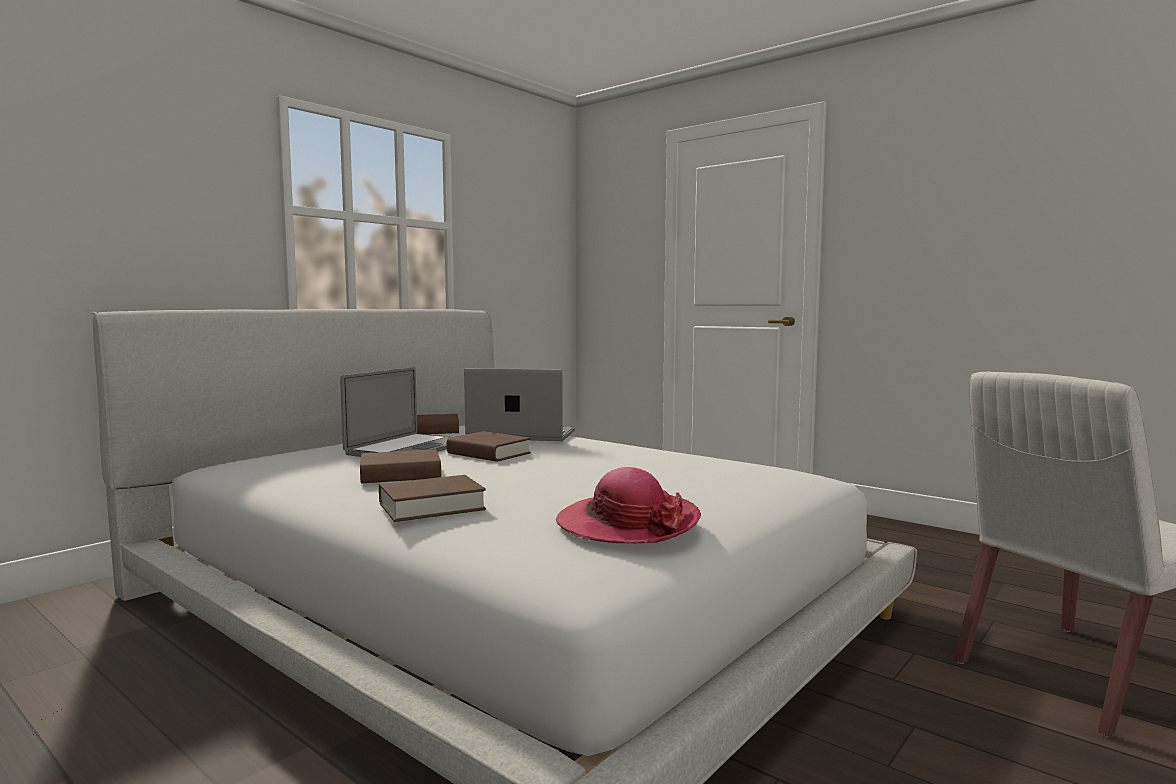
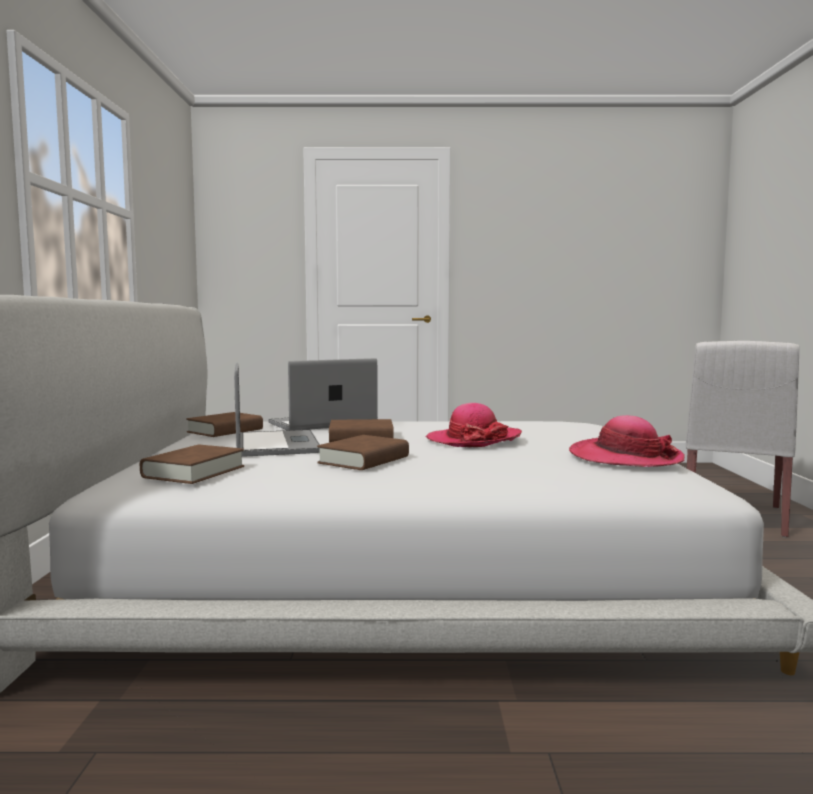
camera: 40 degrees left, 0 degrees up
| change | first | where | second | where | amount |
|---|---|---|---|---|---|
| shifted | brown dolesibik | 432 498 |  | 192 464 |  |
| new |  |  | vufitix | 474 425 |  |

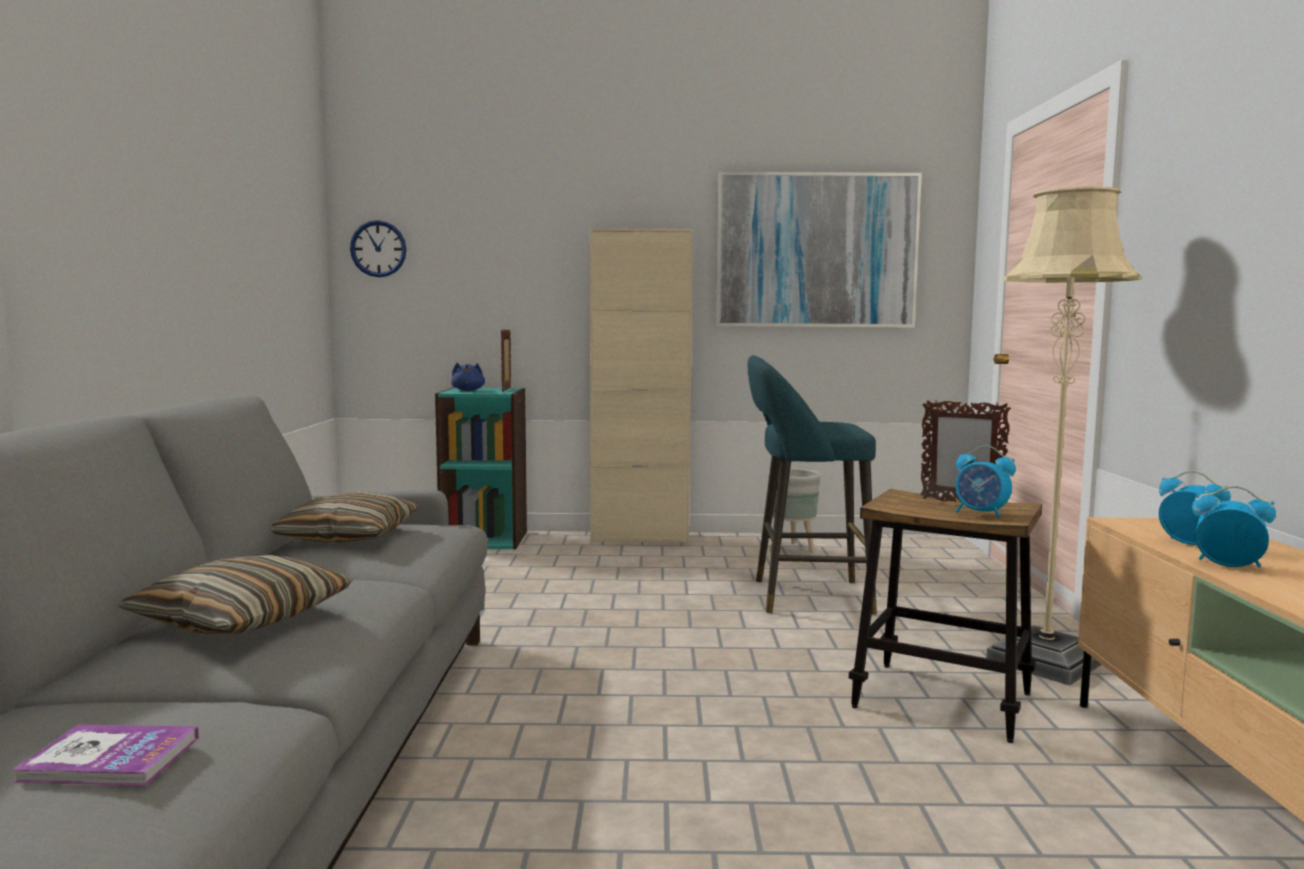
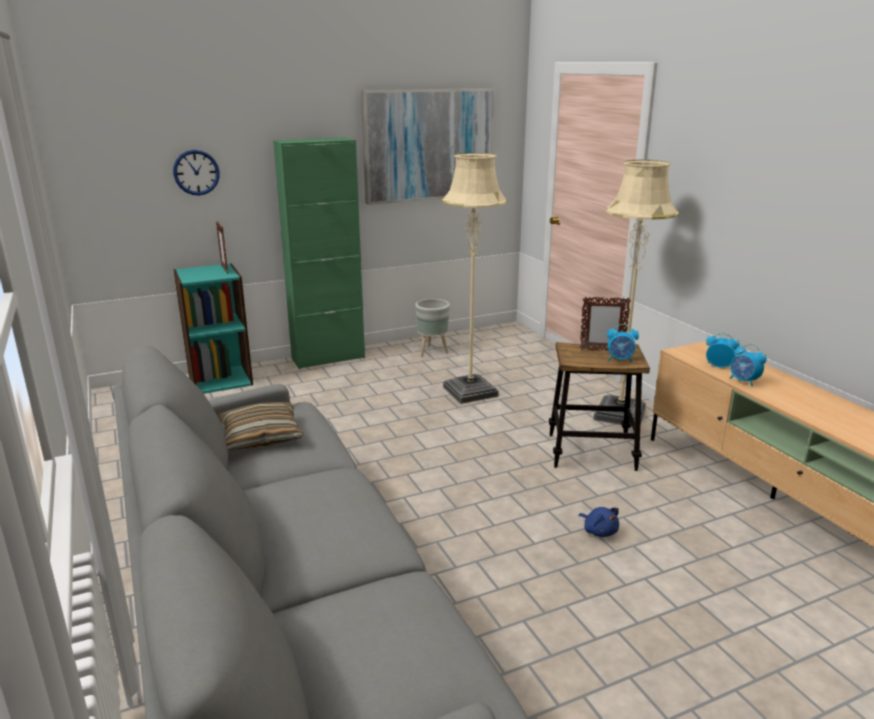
camera: 25 degrees left, 15 degrees up
| change | first | where | second | where | amount |
|---|---|---|---|---|---|
| shifted | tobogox | 378 248 |  | 196 172 |  |
| repainted | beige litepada | 641 386 | green litepada | 319 253 |  |
| swapped | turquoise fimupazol | 812 485 | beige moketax | 474 278 |  |
| shifted | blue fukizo | 468 377 |  | 599 522 |  |
| rotated | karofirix | 1234 526 |  | 748 365 | 135 degrees counterclockwise |
| gone | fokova | 235 594 |  |  |  |
| gone | dolesibik | 105 755 |  |  |  |

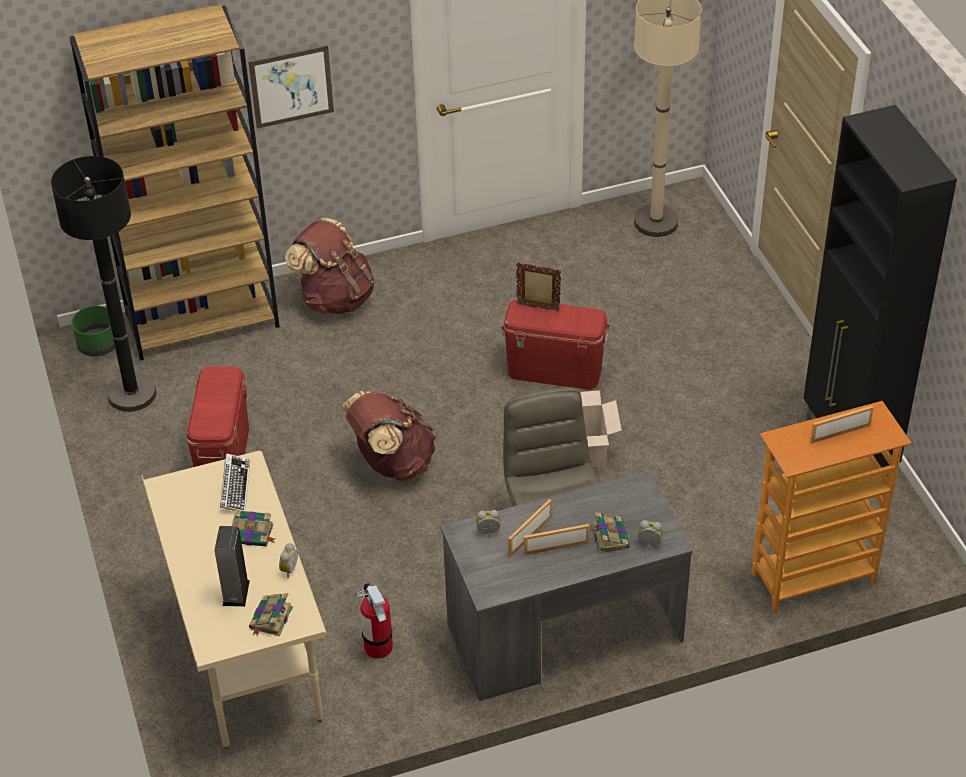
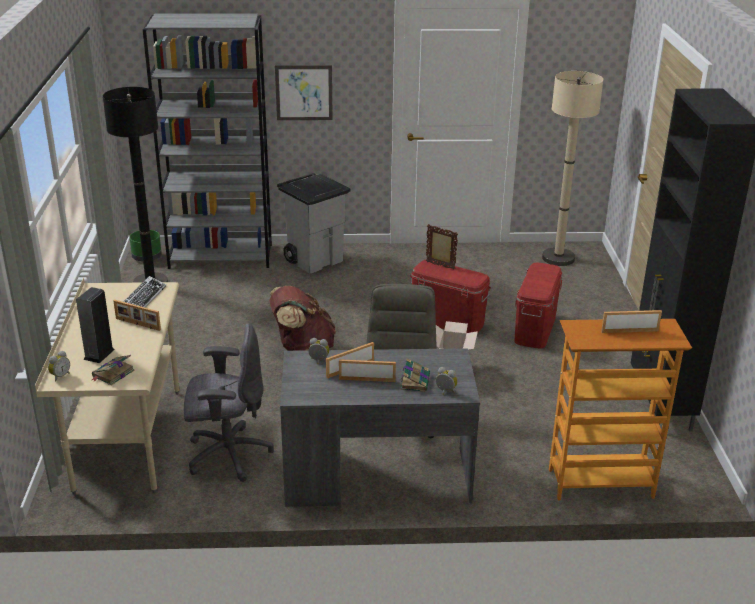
camera: 15 degrees right, 15 degrees down
| change | first | where | second | where | amount |
|---|---|---|---|---|---|
| repainted | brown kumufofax | 175 182 | grey kumufofax | 207 141 |  |
| swapped | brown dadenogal | 329 266 | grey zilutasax | 314 223 |  |
| shifted | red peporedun | 217 416 |  | 538 305 |  |
| swapped | dolesibik | 253 528 | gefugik | 137 315 |  |
| shifted | karofirix | 288 560 |  | 59 366 |  |
| swapped | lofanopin | 374 621 | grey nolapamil | 229 402 |  |

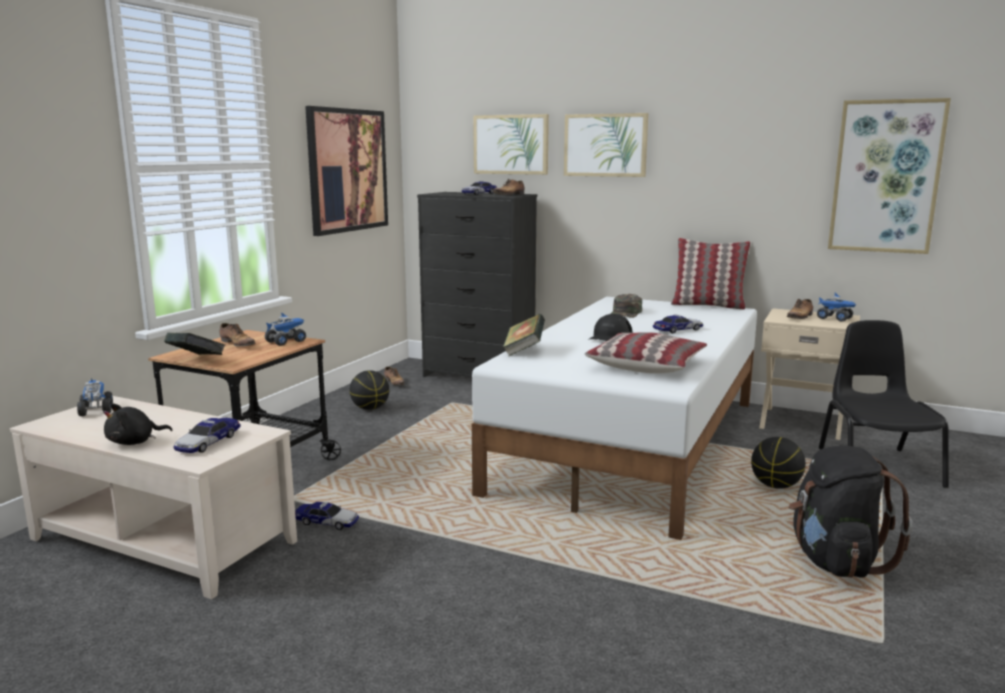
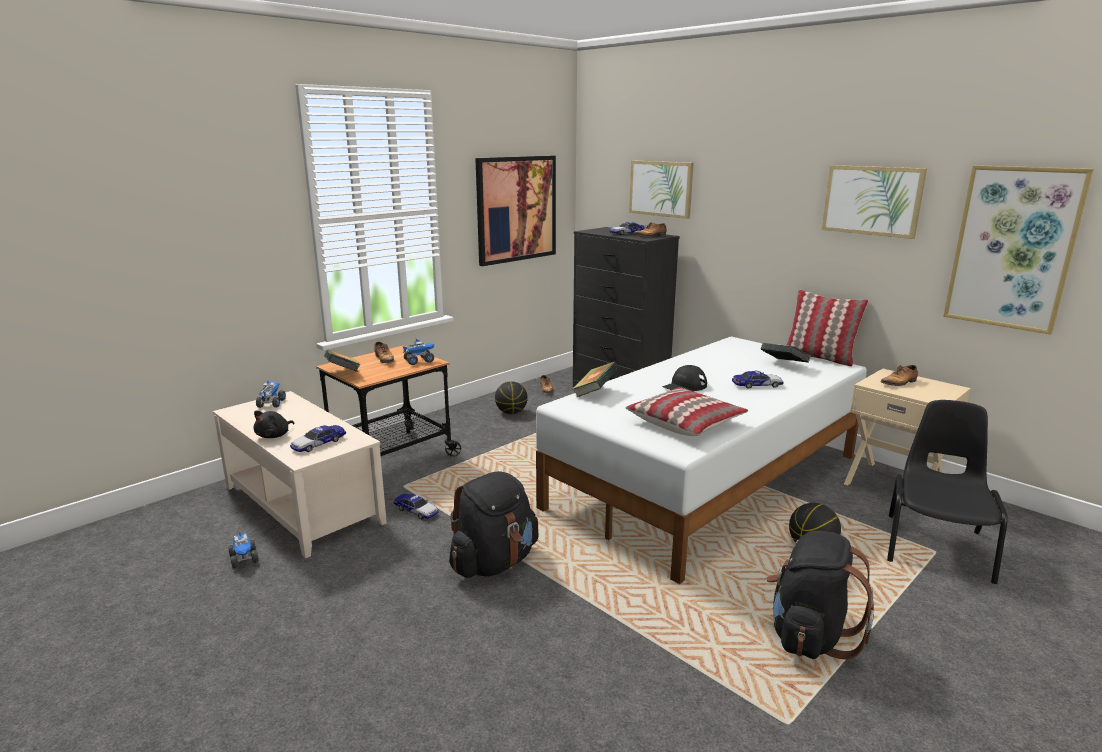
camera: 20 degrees right, 5 degrees up
| change | first | where | second | where | amount |
|---|---|---|---|---|---|
| shifted | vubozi | 606 145 |  | 874 202 |  |
| shifted | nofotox | 836 307 |  | 243 550 |  |
| gone | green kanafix | 626 306 |  |  |  |
| rotated | black fukizo | 137 424 |  | 274 424 | 45 degrees counterclockwise |
| new |  |  | dolesibik | 786 353 |  |
| new |  |  | black dadenogal | 493 524 |  |

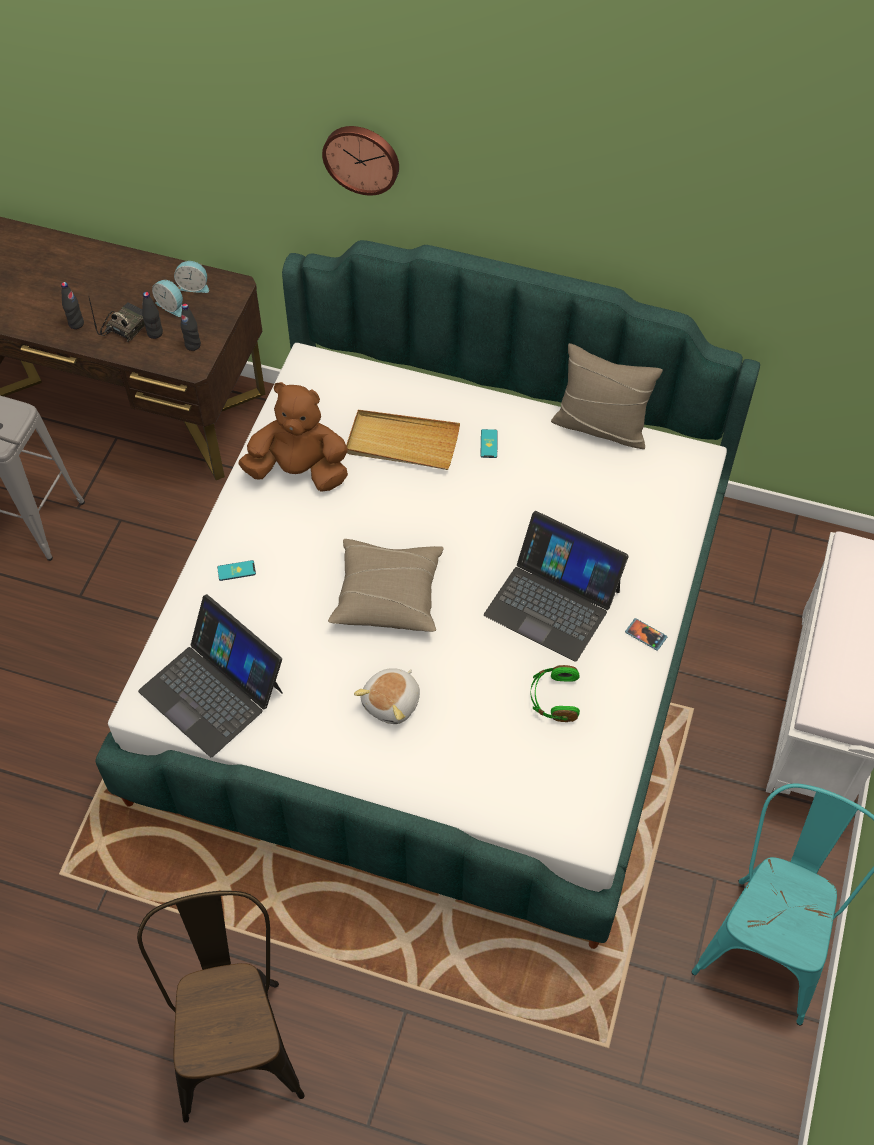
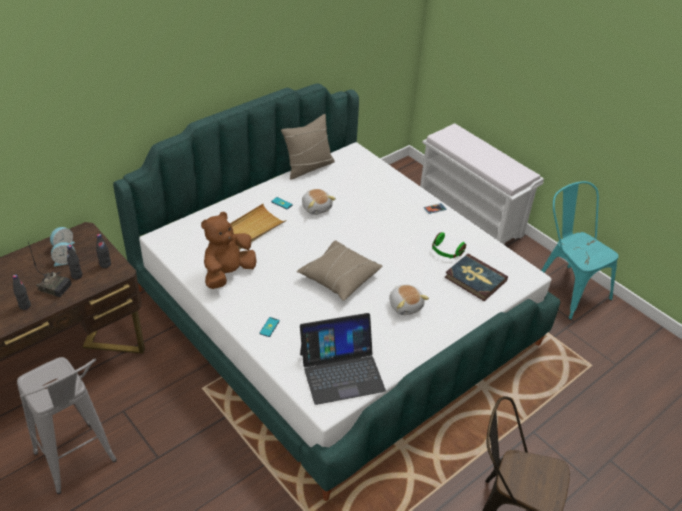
camera: 60 degrees left, 15 degrees down
| change | first | where | second | where | amount |
|---|---|---|---|---|---|
| gone | tobogox | 360 160 |  |  |  |
| rotated | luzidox | 117 320 |  | 50 269 | 135 degrees clockwise |
| gone | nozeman | 556 586 |  |  |  |
| new |  |  | fukizo | 319 202 |  |
| new |  |  | dolesibik | 476 277 |  |

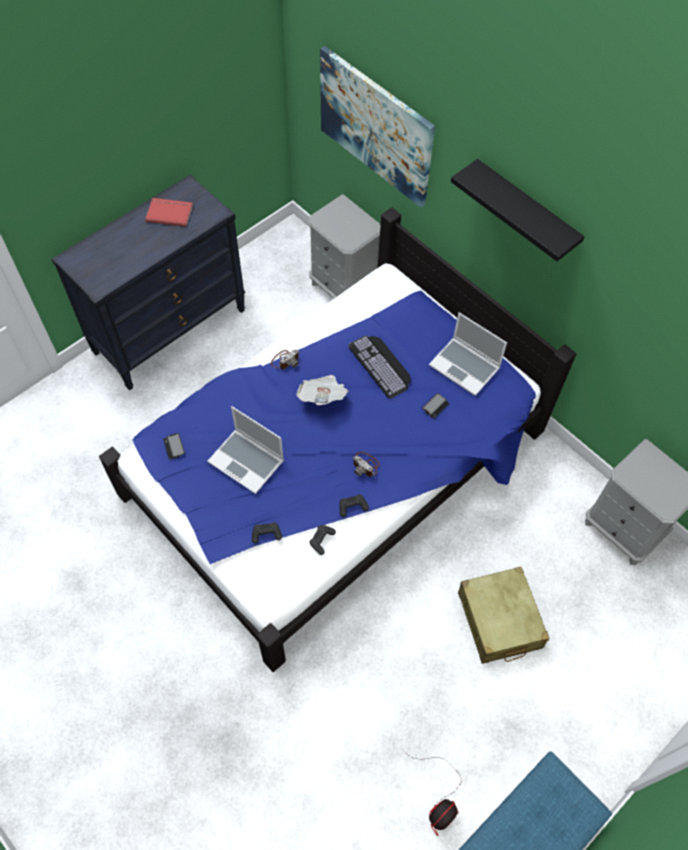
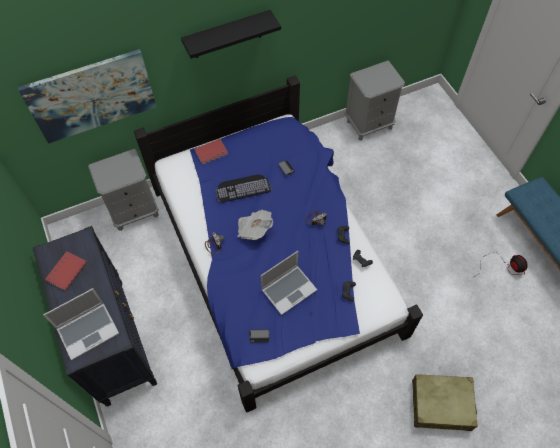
camera: 70 degrees left, 0 degrees up
| change | first | where | second | where | amount |
|---|---|---|---|---|---|
| shifted | nozeman | 468 354 |  | 81 324 |  |
| shifted | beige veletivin | 503 615 |  | 445 402 |  |
| new |  |  | red dolesibik | 211 152 |  |

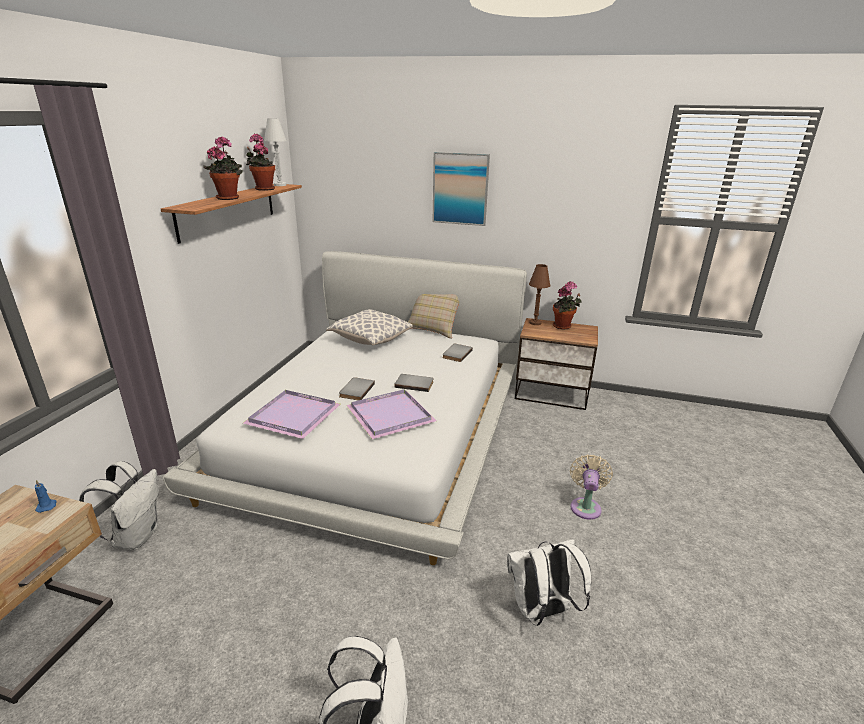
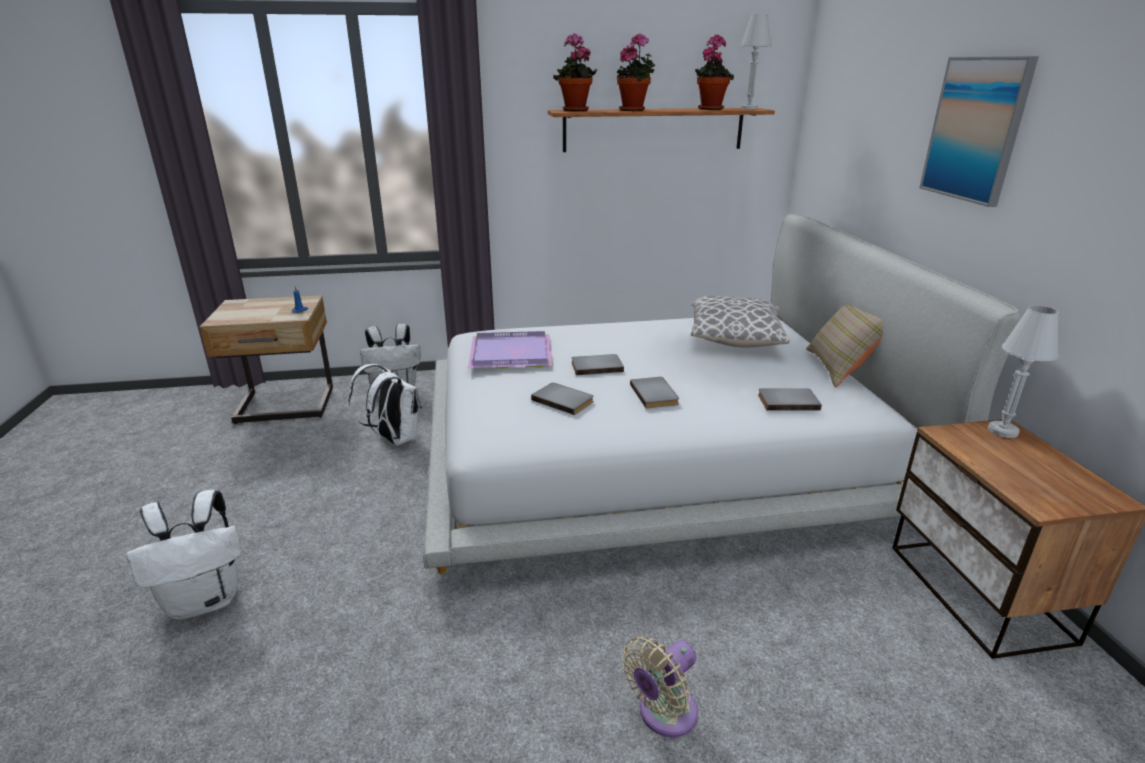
camera: 65 degrees right, 0 degrees up
| change | first | where | second | where | amount |
|---|---|---|---|---|---|
| repainted | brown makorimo | 539 294 | white makorimo | 1023 372 |  |
| shifted | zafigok | 567 305 |  | 575 72 |  |
| swapped | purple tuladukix | 391 414 | grey dolesibik | 562 399 |  |
| rotated | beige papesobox | 591 487 |  | 660 686 | 150 degrees clockwise |
| shifted | white dadenogal | 549 582 |  | 385 405 |  |

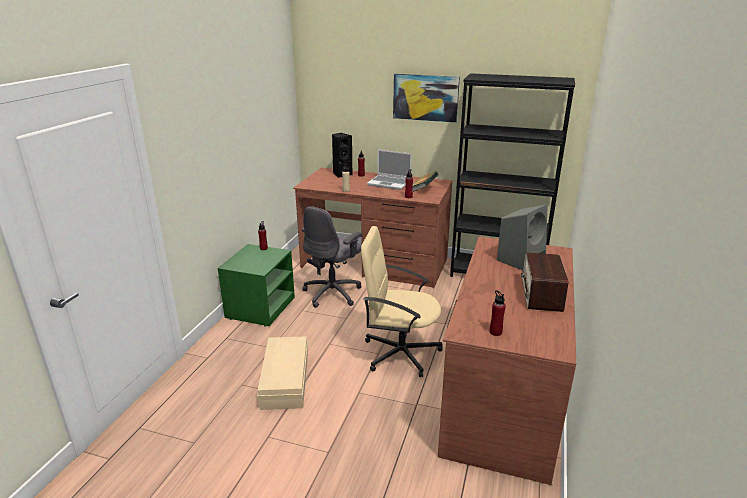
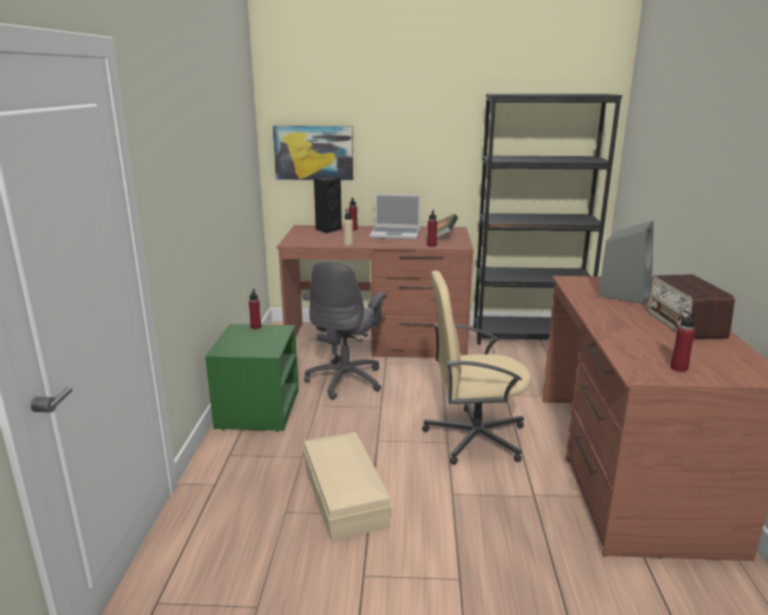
camera: 15 degrees left, 5 degrees down
| change | first | where | second | where | amount |
|---|---|---|---|---|---|
| shifted | vubozi | 426 98 |  | 313 153 |  |

